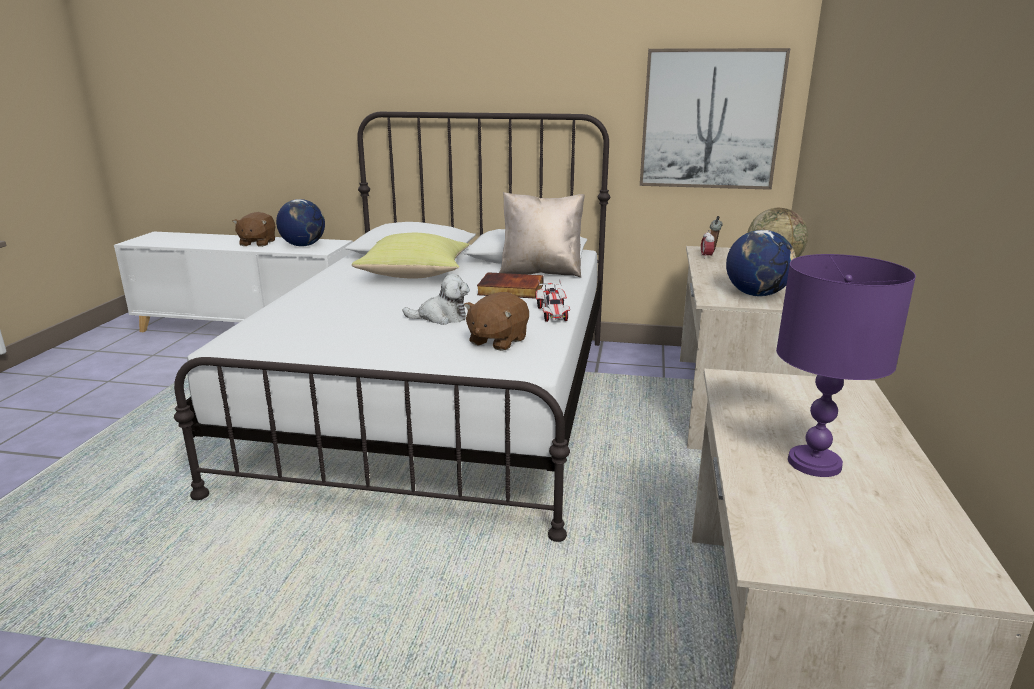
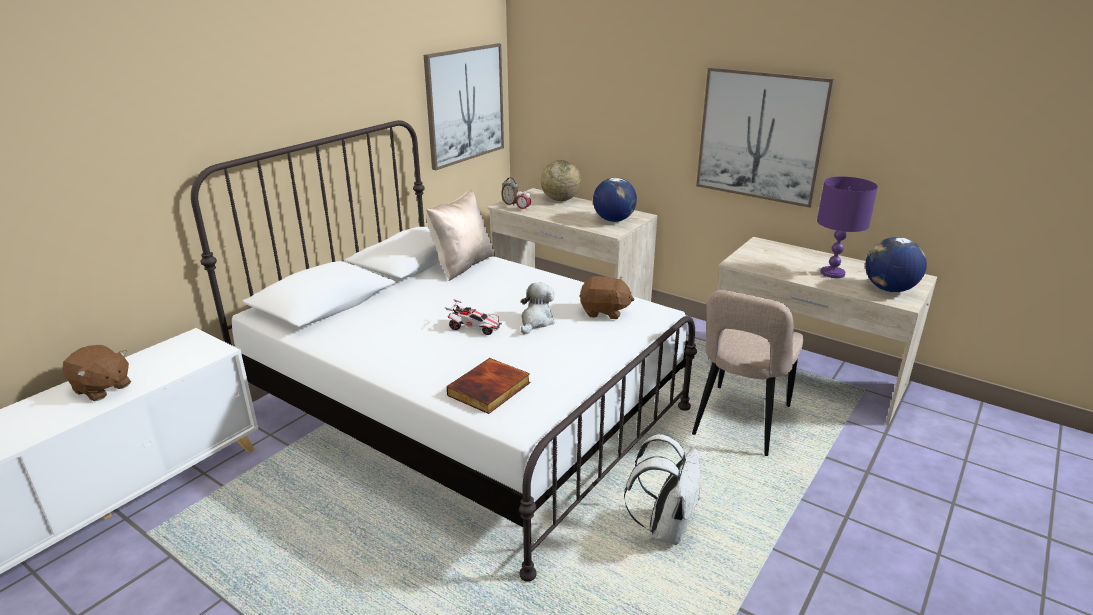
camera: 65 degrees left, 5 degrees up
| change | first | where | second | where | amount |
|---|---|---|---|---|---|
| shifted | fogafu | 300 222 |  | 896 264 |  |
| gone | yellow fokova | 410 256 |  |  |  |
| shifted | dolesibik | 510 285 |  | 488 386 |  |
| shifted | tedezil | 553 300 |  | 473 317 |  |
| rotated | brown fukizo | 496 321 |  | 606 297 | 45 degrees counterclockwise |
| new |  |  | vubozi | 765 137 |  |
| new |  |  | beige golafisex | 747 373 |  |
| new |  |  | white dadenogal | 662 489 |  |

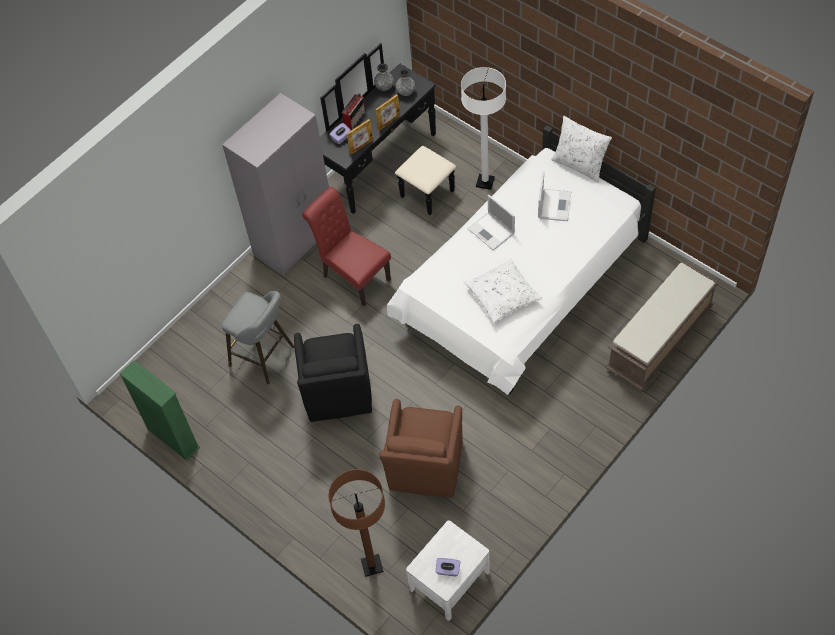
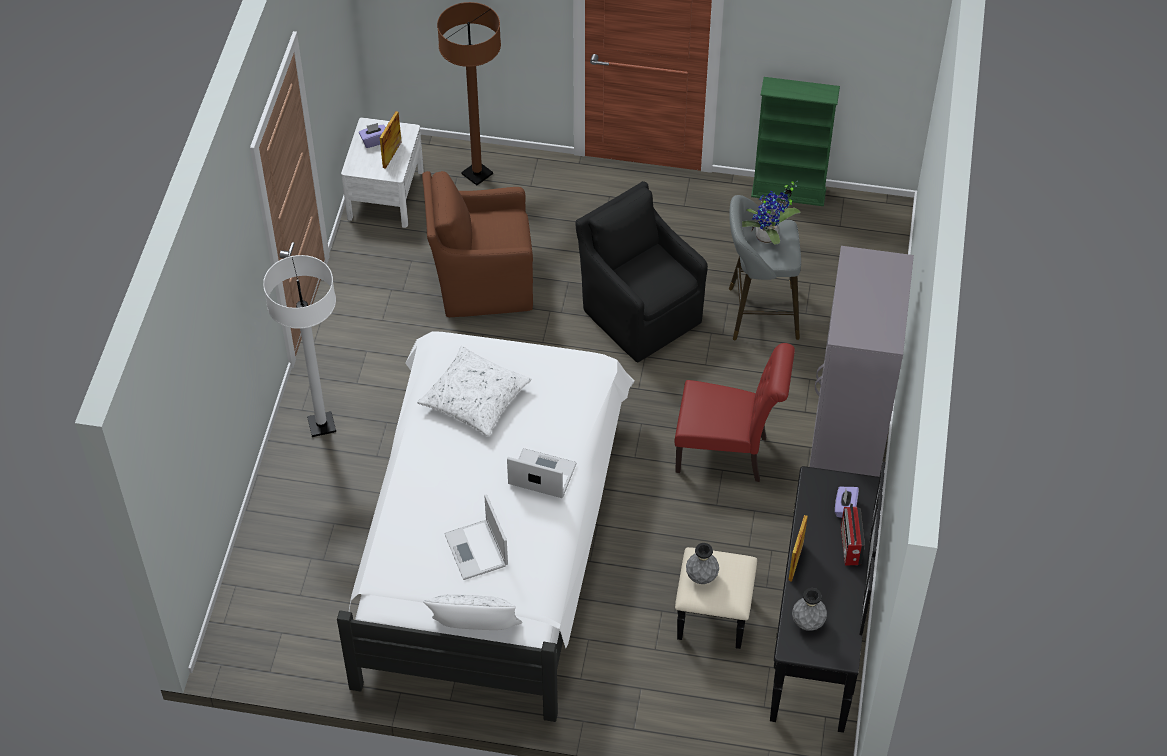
camera: 145 degrees right, 5 degrees down
| change | first | where | second | where | amount |
|---|---|---|---|---|---|
| shifted | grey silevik | 384 77 |  | 702 563 |  |
| shifted | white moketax | 483 128 |  | 299 346 |  |
| shifted | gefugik | 360 137 |  | 391 140 |  |
| gone | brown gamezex | 662 327 |  |  |  |
| rotated | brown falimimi | 421 448 |  | 477 244 | 75 degrees counterclockwise |
| new |  |  | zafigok | 771 213 |  |

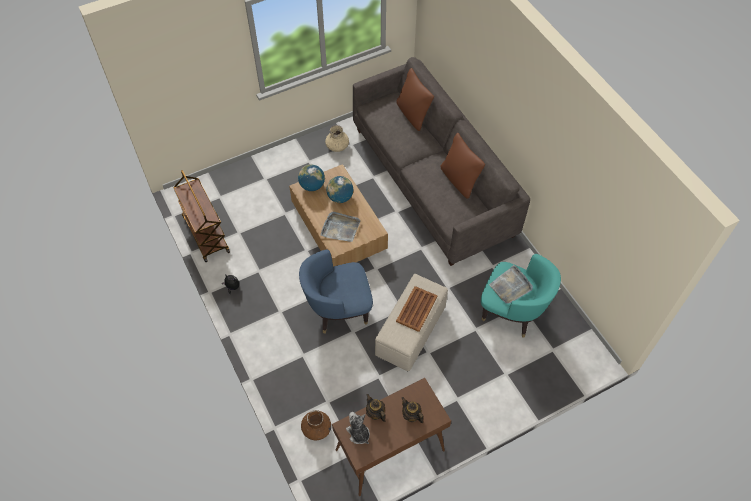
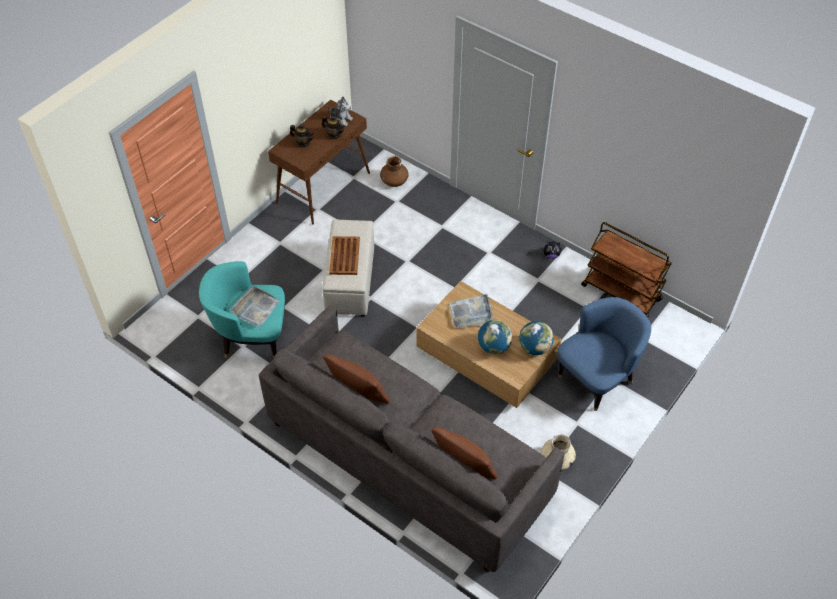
camera: 155 degrees right, 5 degrees down
| change | first | where | second | where | amount |
|---|---|---|---|---|---|
| shifted | blue falimimi | 336 292 |  | 604 354 |  |

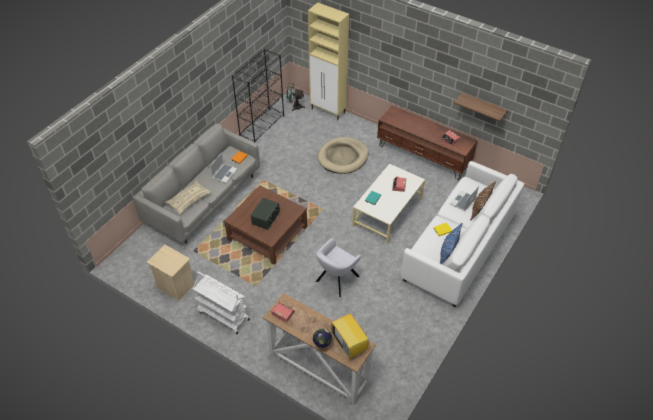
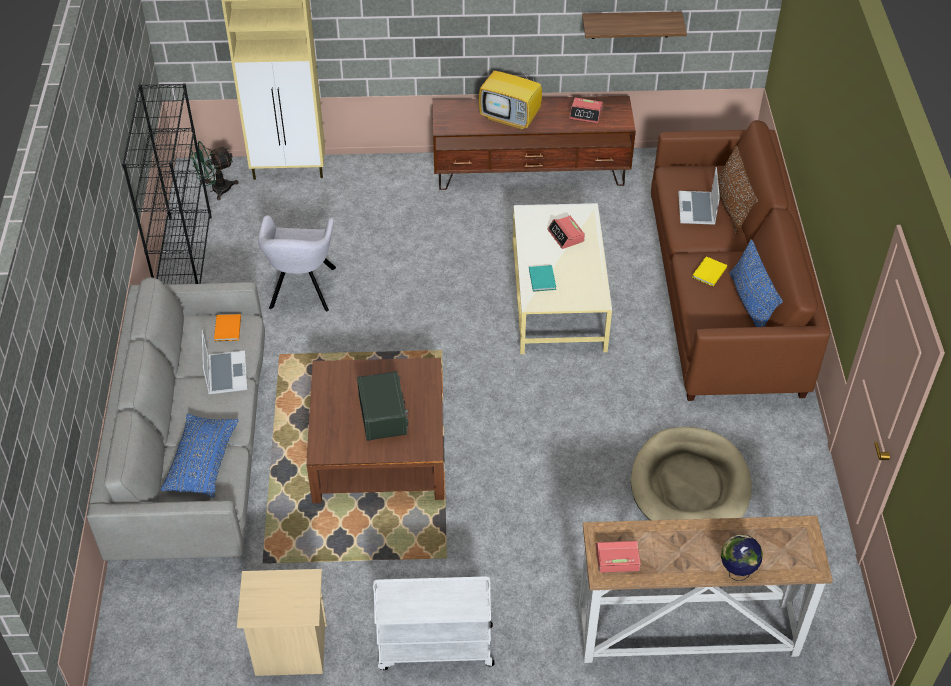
camera: 35 degrees left, 0 degrees up
| change | first | where | second | where | amount |
|---|---|---|---|---|---|
| shifted | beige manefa | 342 155 |  | 691 473 |  |
| repainted | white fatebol | 462 234 | brown fatebol | 740 260 |  |
| repainted | beige fokova | 188 197 | blue fokova | 199 456 |  |
| shifted | grey falimimi | 338 267 |  | 297 263 |  |
| shifted | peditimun | 349 336 |  | 510 92 |  |

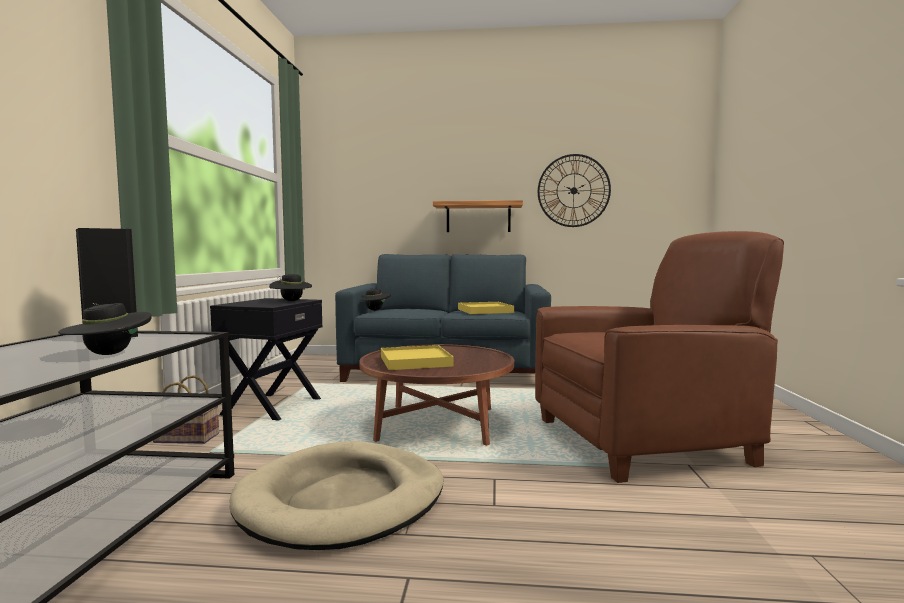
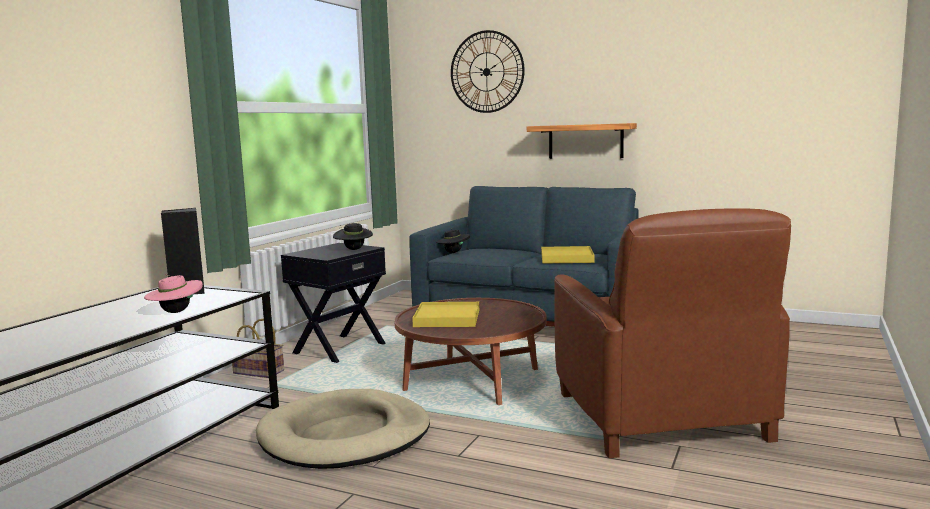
camera: 20 degrees right, 5 degrees up
| change | first | where | second | where | amount |
|---|---|---|---|---|---|
| shifted | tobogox | 574 190 |  | 488 71 |  |
| rotated | brown falimimi | 659 357 |  | 672 333 | 75 degrees clockwise |
| repainted | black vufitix | 105 328 | pink vufitix | 173 293 |  |

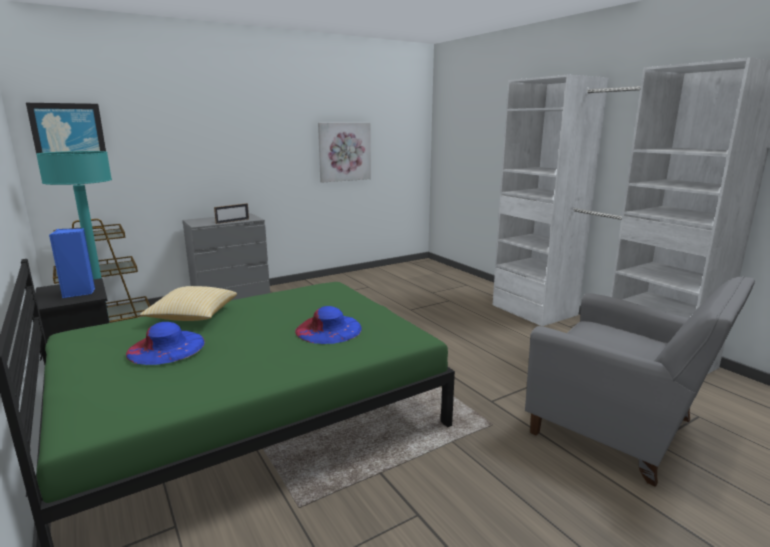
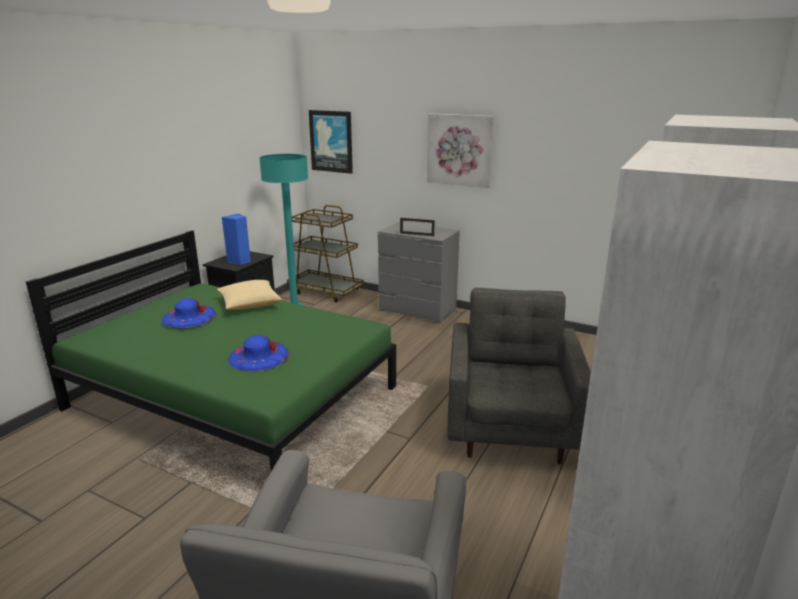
camera: 60 degrees right, 5 degrees up
| change | first | where | second | where | amount |
|---|---|---|---|---|---|
| shifted | vubozi | 344 152 |  | 460 150 |  |
| new |  |  | grey falimimi | 519 376 |  |

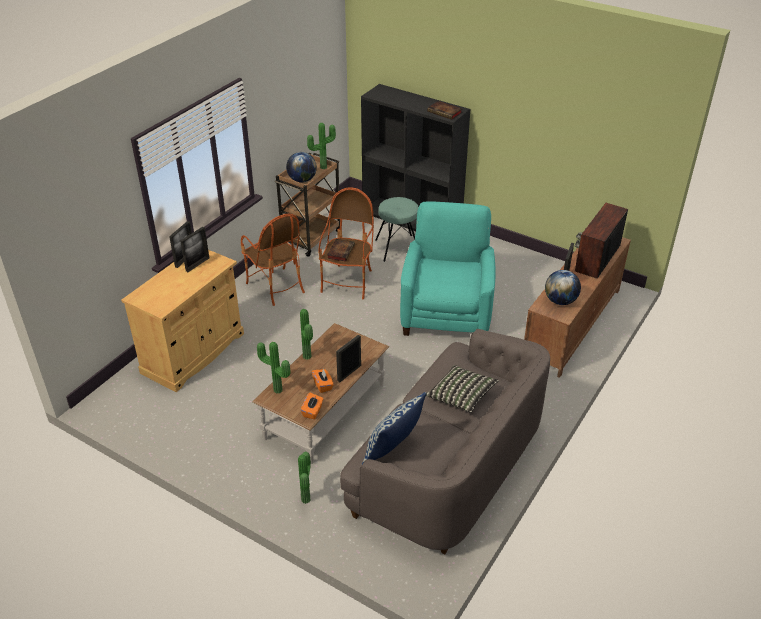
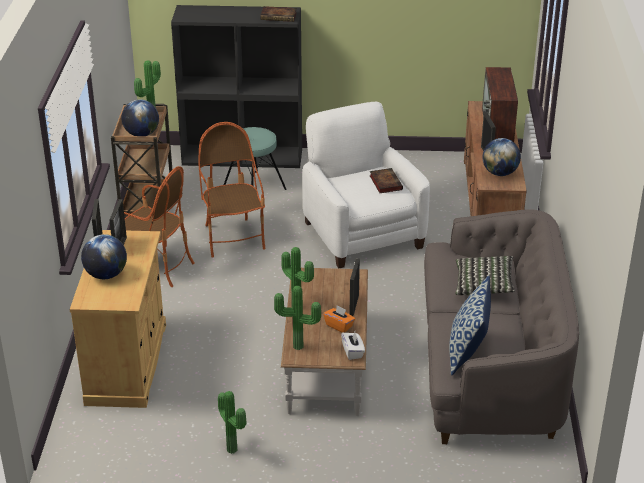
camera: 30 degrees left, 5 degrees down
| change | first | where | second | where | amount |
|---|---|---|---|---|---|
| repainted | turquoise falimimi | 448 268 | white falimimi | 366 185 |  |
| shifted | dolesibik | 341 250 |  | 386 180 |  |
| repainted | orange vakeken | 312 406 | white vakeken | 353 346 |  |
| shifted | zafigok | 304 478 |  | 232 422 |  |
| new |  |  | fogafu | 104 256 |  |

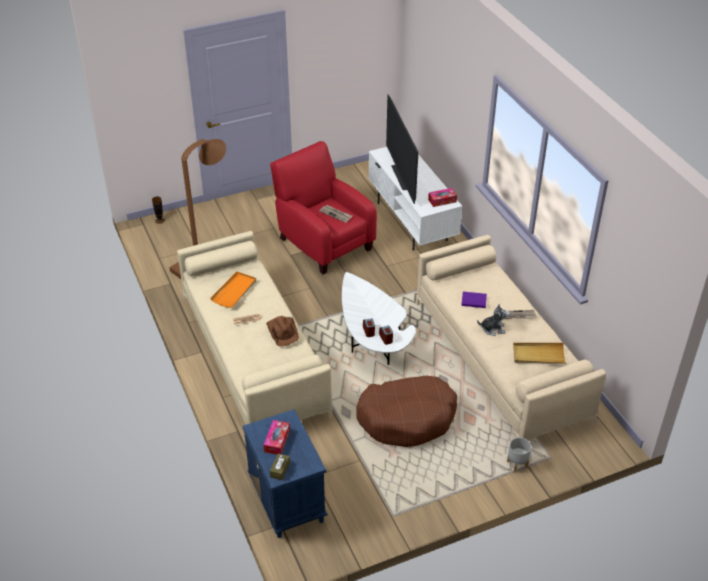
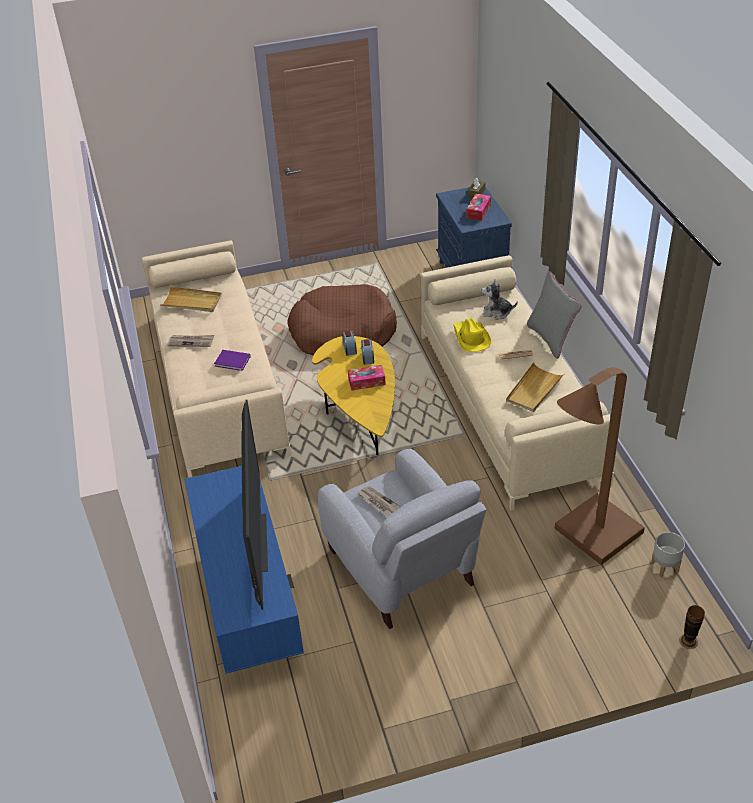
camera: 170 degrees left, 0 degrees up
| change | first | where | second | where | amount |
|---|---|---|---|---|---|
| repainted | red falimimi | 323 208 | grey falimimi | 402 539 |  |
| repainted | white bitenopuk | 415 199 | blue bitenopuk | 244 570 |  |
| shifted | vakeken | 442 197 |  | 367 378 |  |
| repainted | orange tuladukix | 233 290 | beige tuladukix | 535 387 |  |
| repainted | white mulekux | 378 318 | yellow mulekux | 353 395 |  |
| shifted | fukizo | 493 320 |  | 499 299 |  |
| repainted | brown vufitix | 282 331 | yellow vufitix | 472 335 |  |
| shifted | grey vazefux | 519 455 |  | 668 554 |  |
| new |  |  | grey fokova | 554 315 |  |

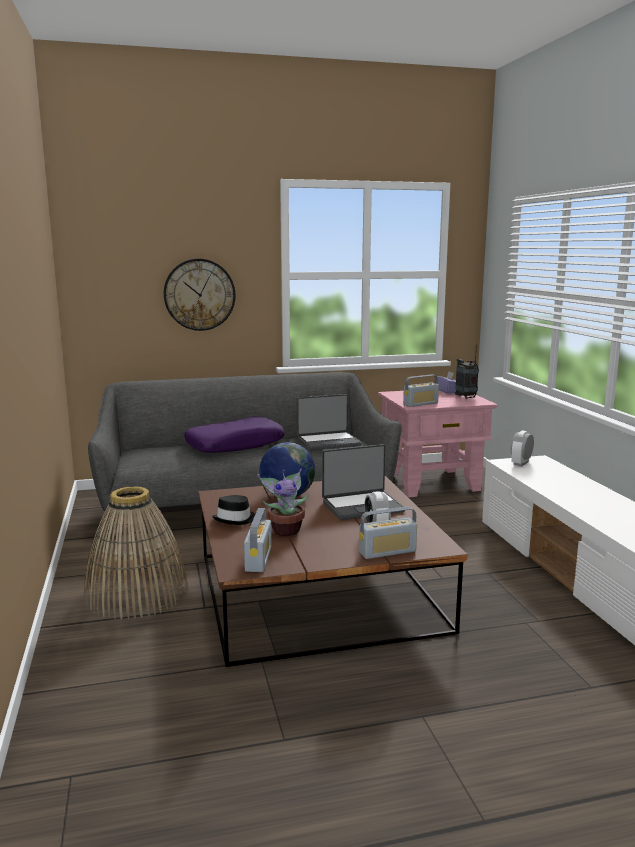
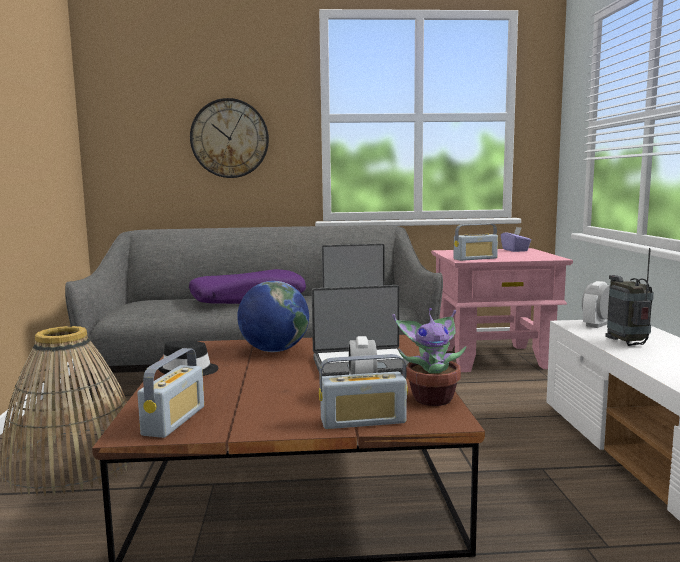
camera: 10 degrees right, 5 degrees down
| change | first | where | second | where | amount |
|---|---|---|---|---|---|
| shifted | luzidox | 467 371 |  | 629 297 |  |
| shifted | zafigok | 283 502 |  | 429 357 |  |

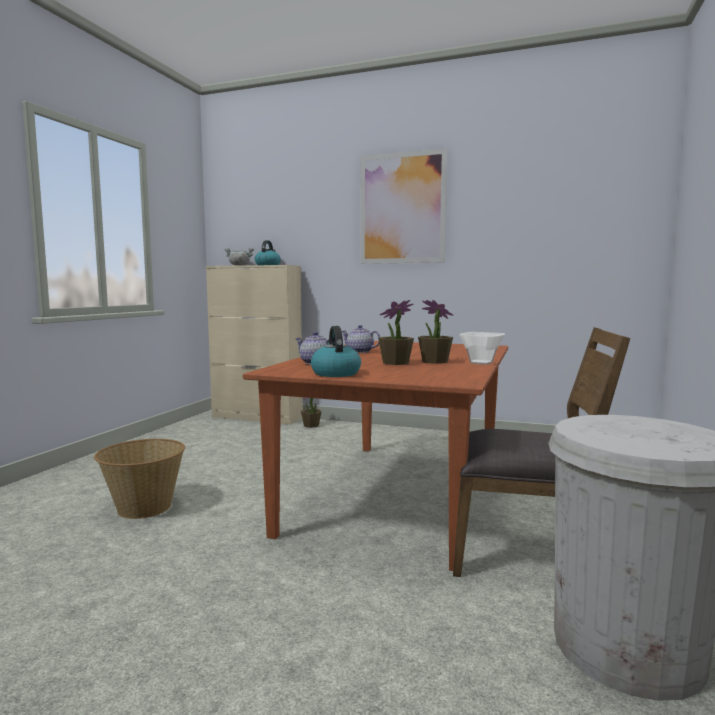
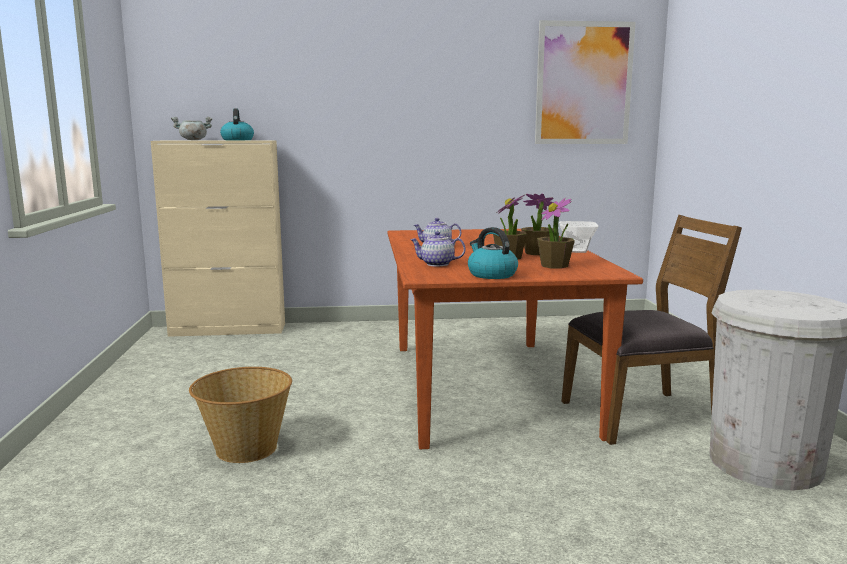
camera: 25 degrees left, 5 degrees up
| change | first | where | second | where | amount |
|---|---|---|---|---|---|
| shifted | vubozi | 403 206 |  | 585 82 |  |
| shifted | zafigok | 311 413 |  | 556 233 |  |

